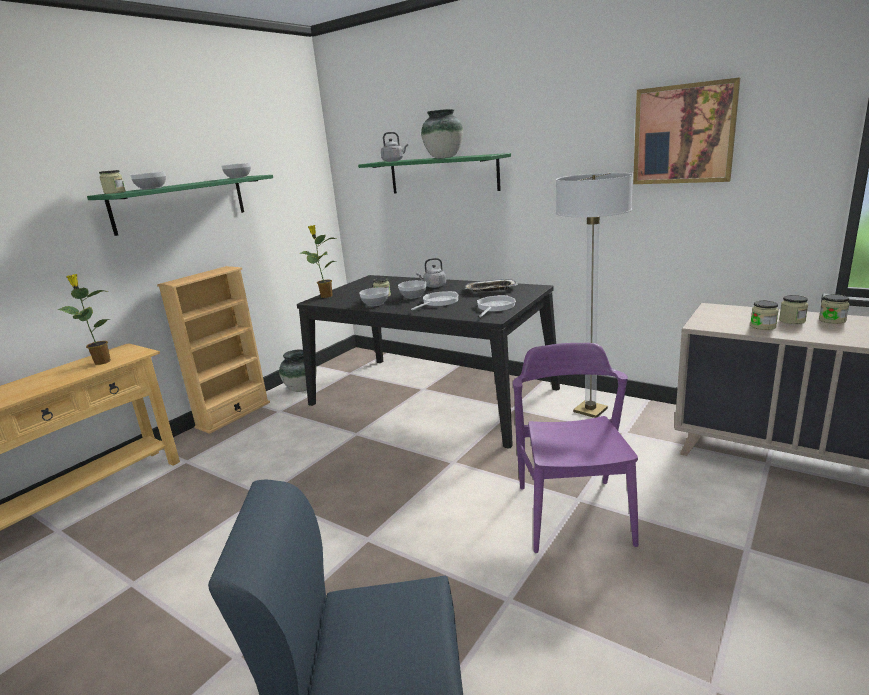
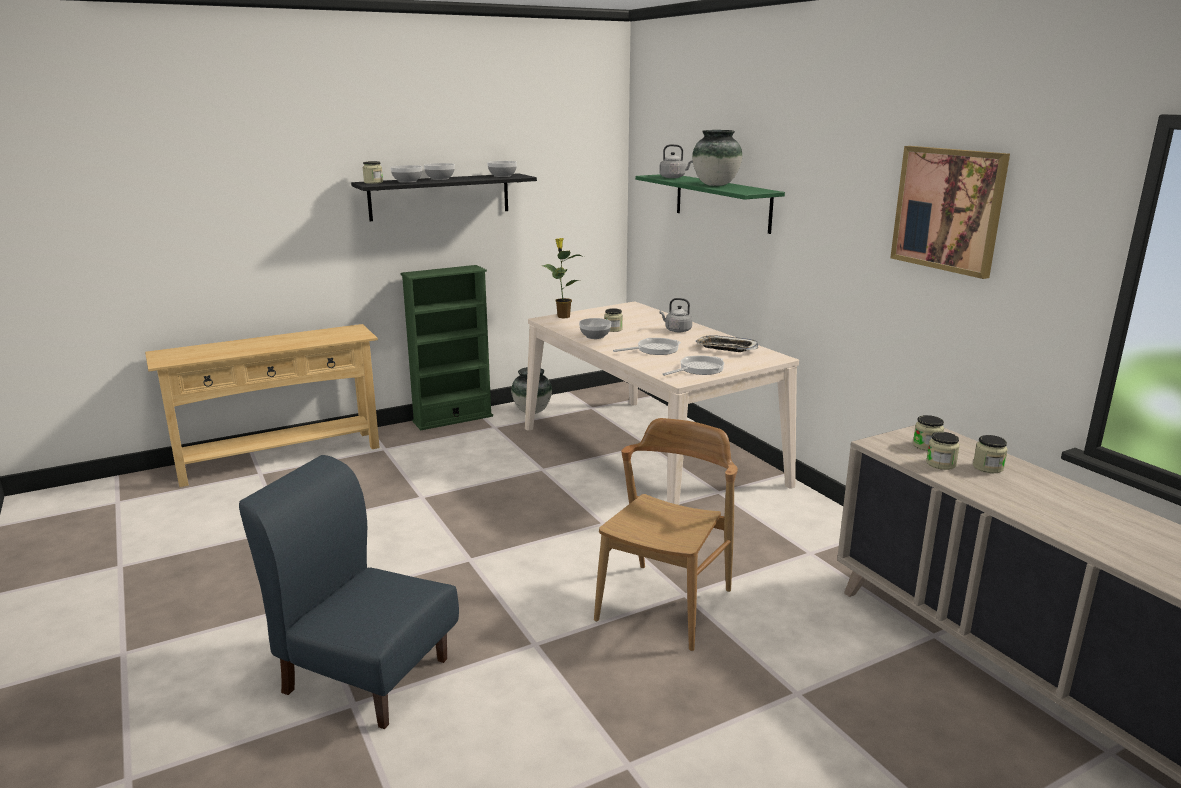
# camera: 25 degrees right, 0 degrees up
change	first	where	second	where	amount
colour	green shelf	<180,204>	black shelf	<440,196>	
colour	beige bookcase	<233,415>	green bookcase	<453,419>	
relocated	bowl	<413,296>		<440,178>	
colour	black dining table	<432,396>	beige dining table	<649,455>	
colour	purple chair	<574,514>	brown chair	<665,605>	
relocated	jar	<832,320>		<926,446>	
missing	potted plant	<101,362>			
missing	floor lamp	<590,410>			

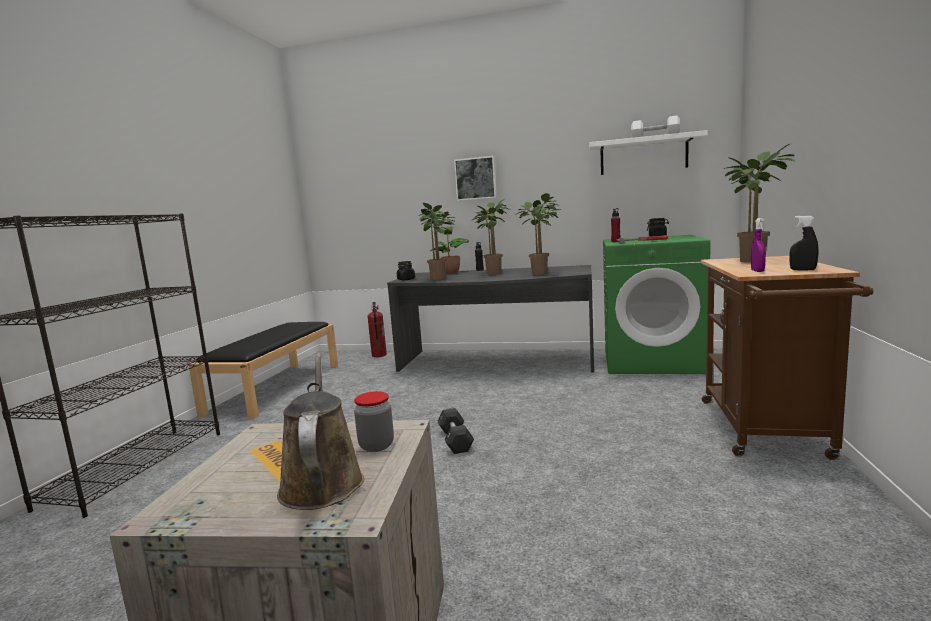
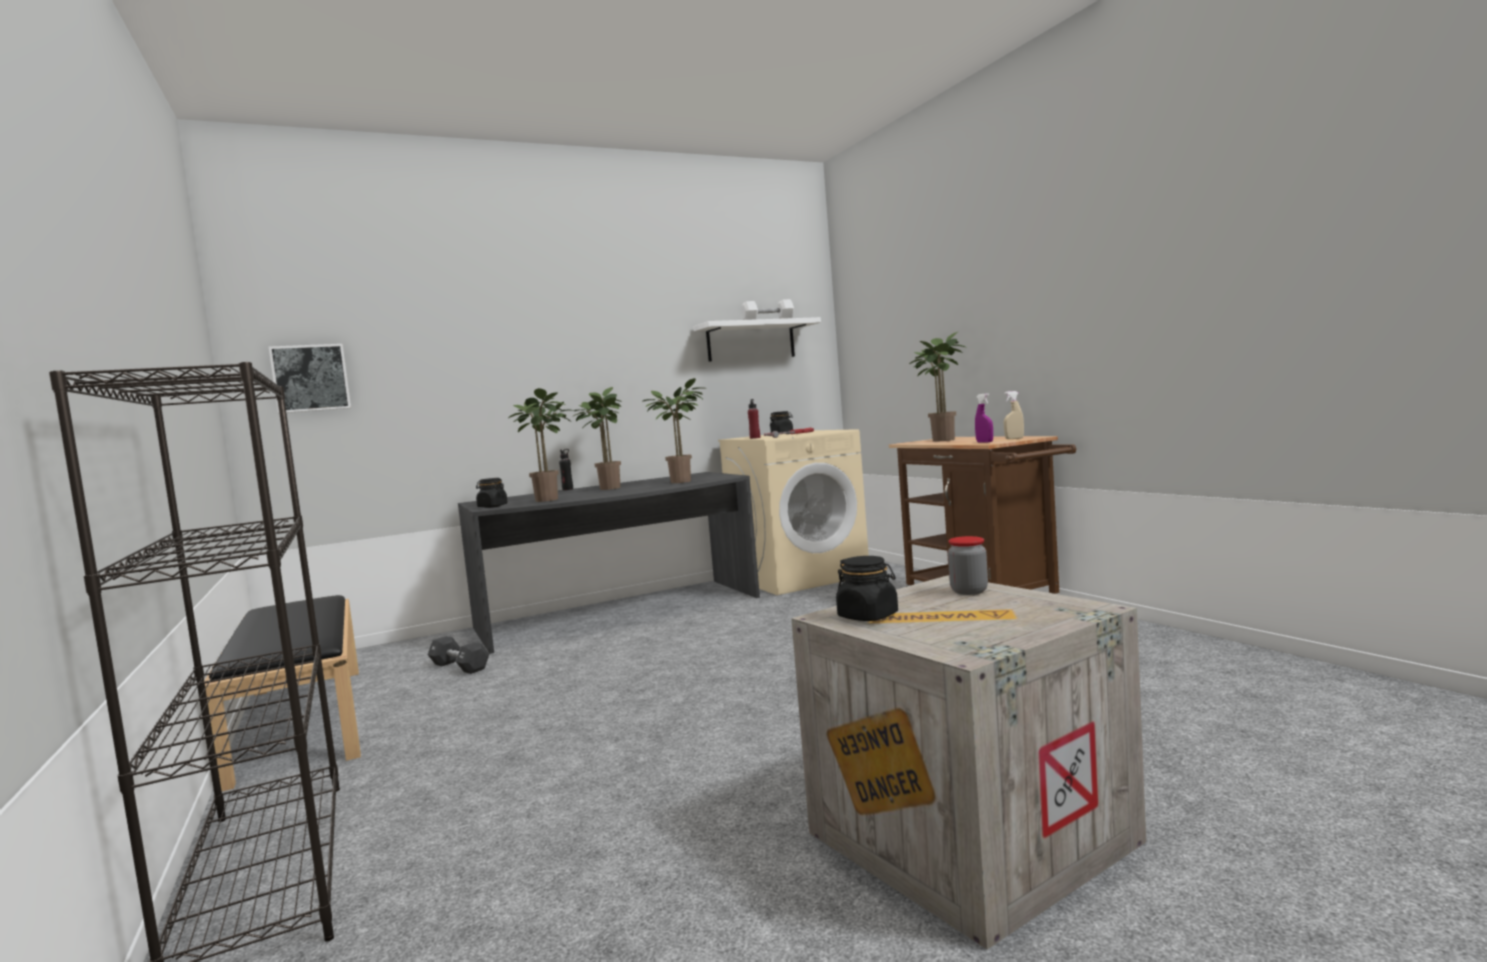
# camera: 40 degrees left, 5 degrees down
change	first	where	second	where	amount
relocated	picture	<475,178>		<311,378>	
relocated	black dumbbell	<455,440>		<459,667>	
colour	green washing machine	<652,361>	beige washing machine	<799,577>	
appeared			black jar	<868,616>	
colour	black spray bottle	<802,270>	beige spray bottle	<1014,438>	
missing	brown watering can	<322,482>			
missing	fire extinguisher	<378,355>			
missing	potted plant	<451,272>			

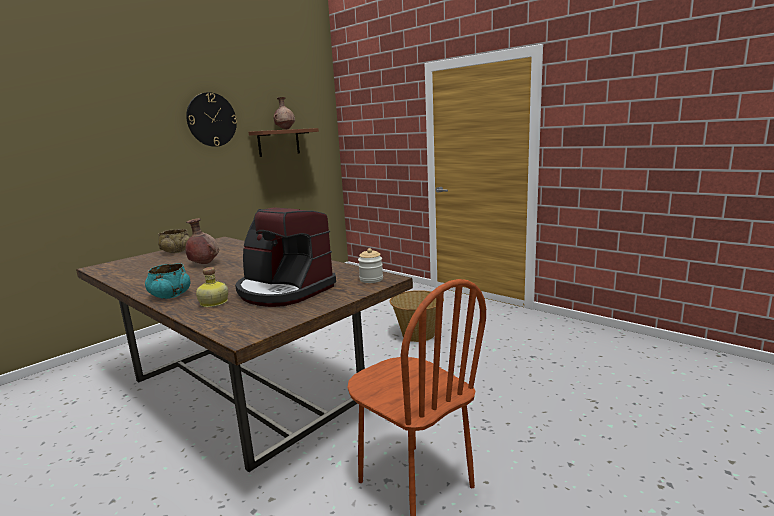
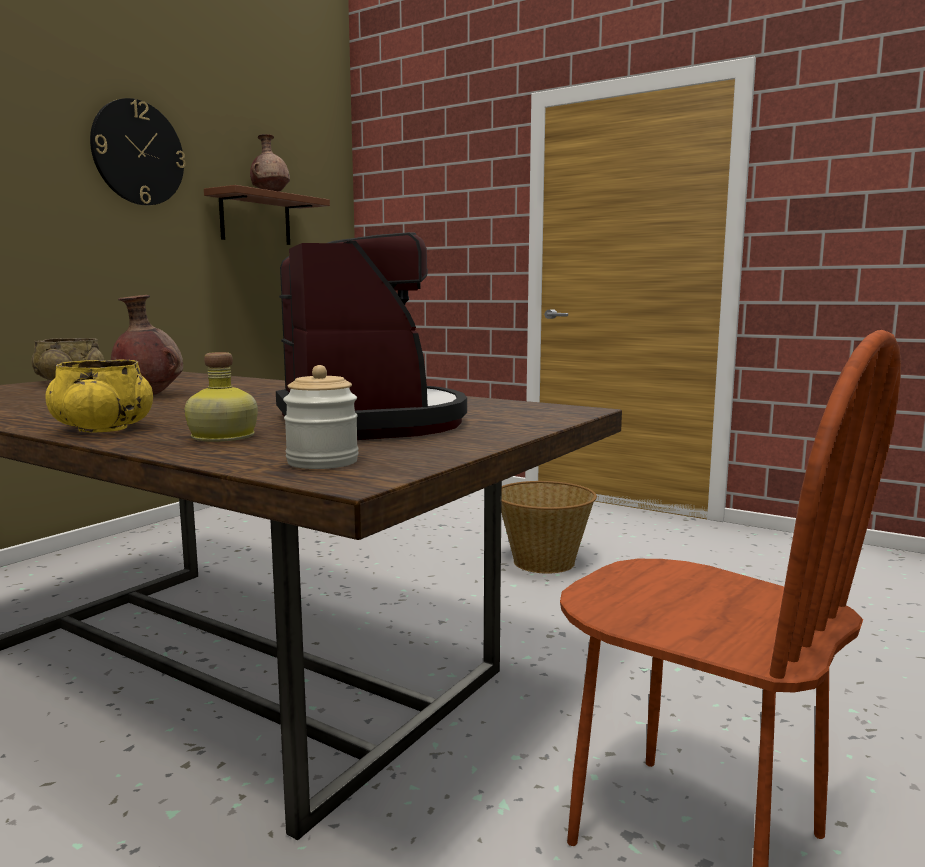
# camera: 10 degrees left, 5 degrees down
change	first	where	second	where	amount
colour	turquoise bowl	<170,295>	yellow bowl	<104,428>	
spun	coffee machine	<284,290>		<370,422>	135 degrees counterclockwise
relocated	jar	<371,279>		<322,462>	

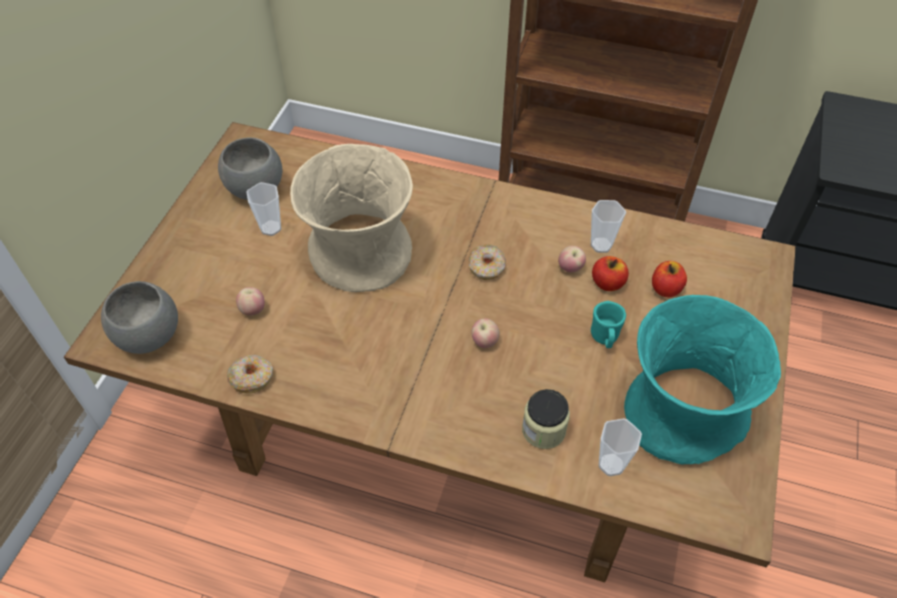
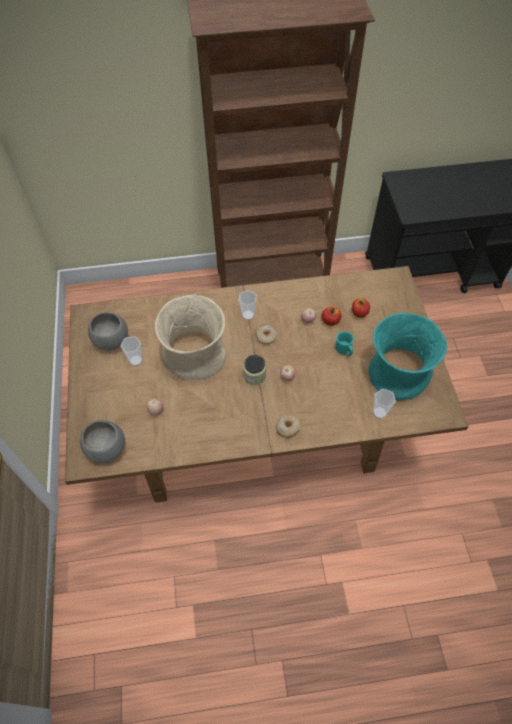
# camera: 25 degrees left, 5 degrees up
change	first	where	second	where	amount
relocated	cup	<601,245>		<248,315>	
relocated	jar	<543,430>		<254,376>	
relocated	donut	<252,378>		<288,428>	

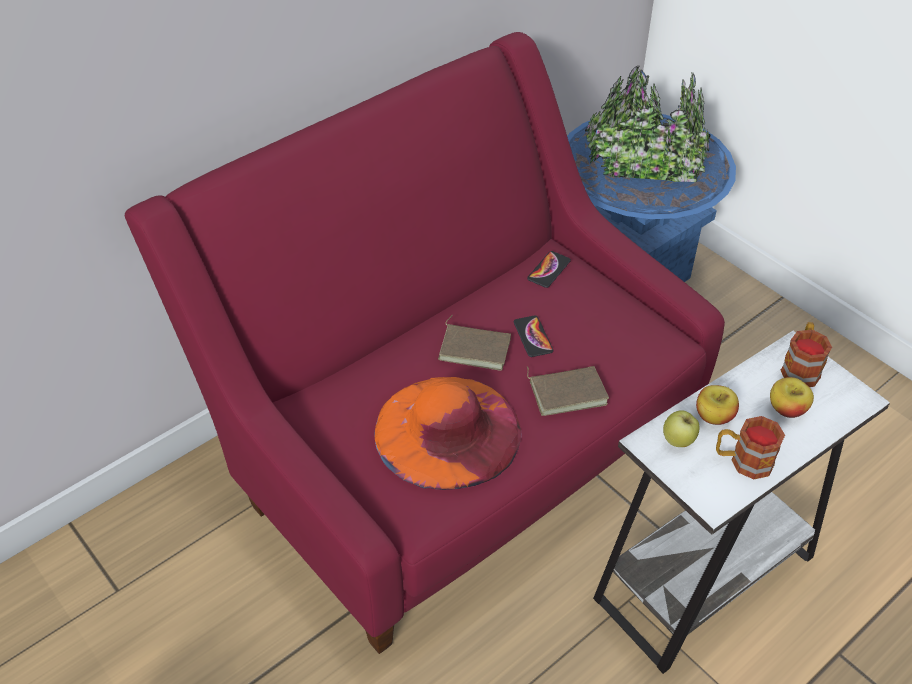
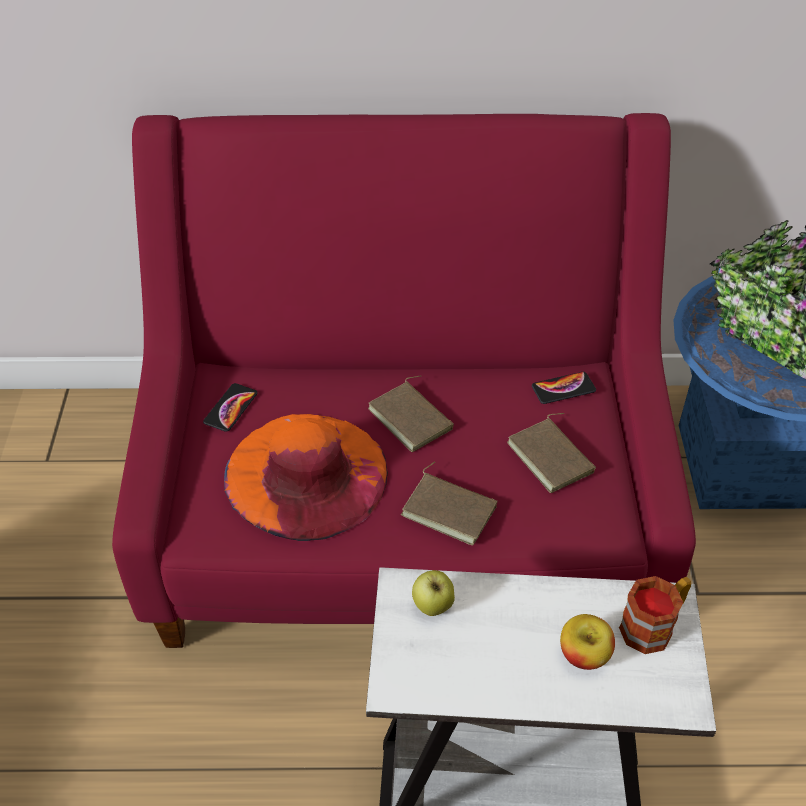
# camera: 40 degrees right, 0 degrees up
change	first	where	second	where	amount
relocated	phone	<533,337>		<231,408>	
appeared			brown book	<552,457>	
missing	apple	<713,416>			
missing	mug	<742,461>			

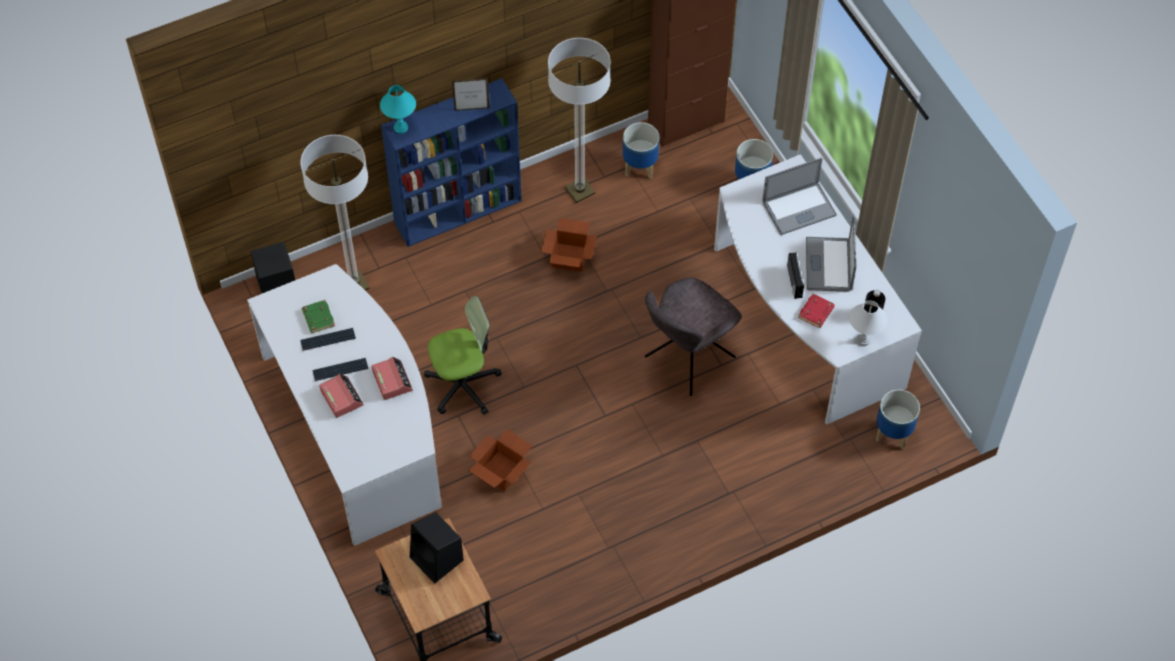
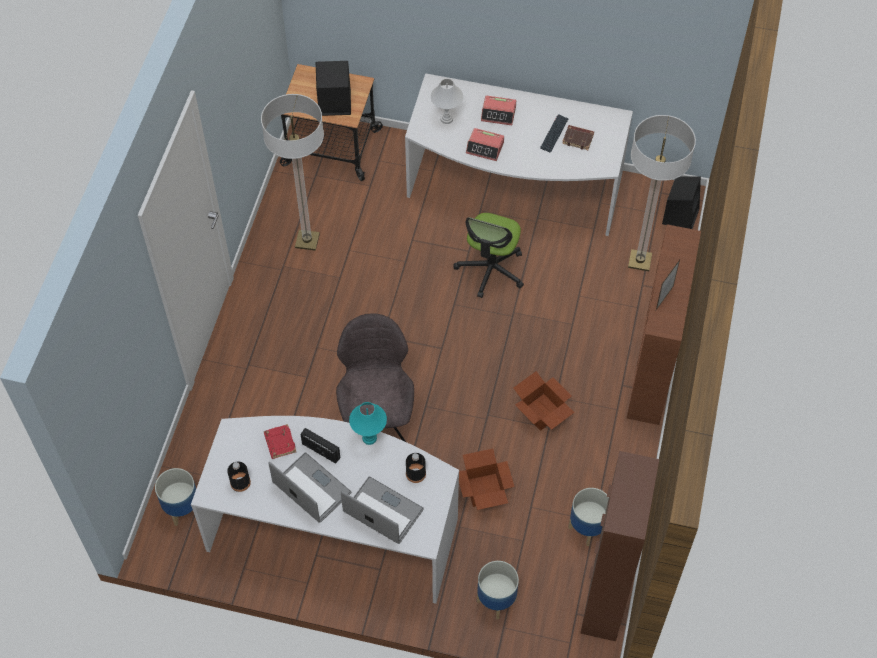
# camera: 130 degrees right, 0 degrees up
change	first	where	second	where	amount
relocated	floor lamp	<580,190>		<307,241>	
spun	laptop	<799,209>		<383,511>	105 degrees clockwise
relocated	turquoise table lamp	<401,127>		<369,438>	
appeared			black bottle	<415,473>	
relocated	white table lamp	<864,339>		<446,119>	
relocated	cardboard box	<502,471>		<484,491>	
colour	green book	<318,318>	brown book	<578,139>	
colour	blue bookcase	<459,211>	brown bookcase	<652,369>	
missing	keyboard	<340,370>			

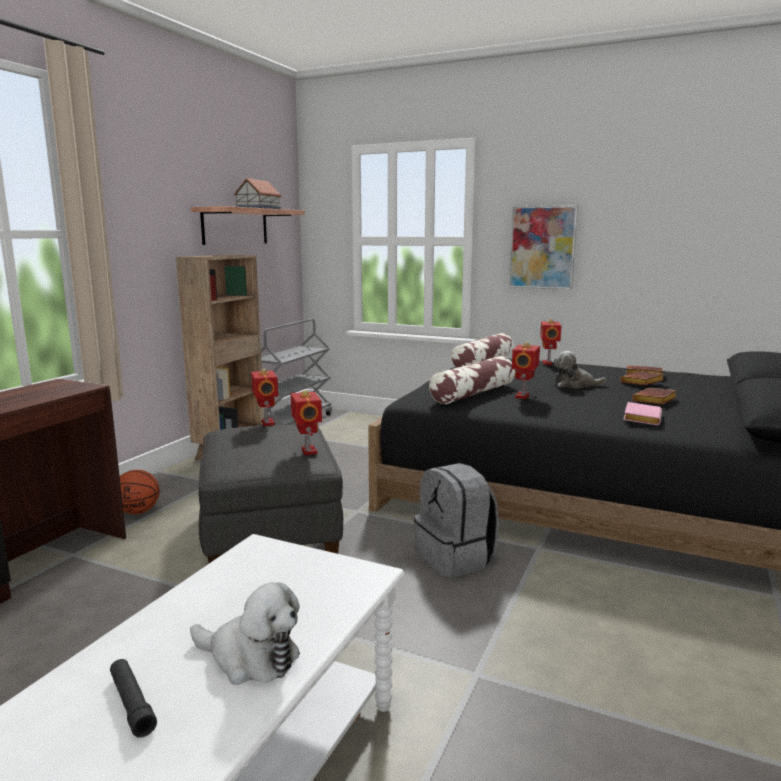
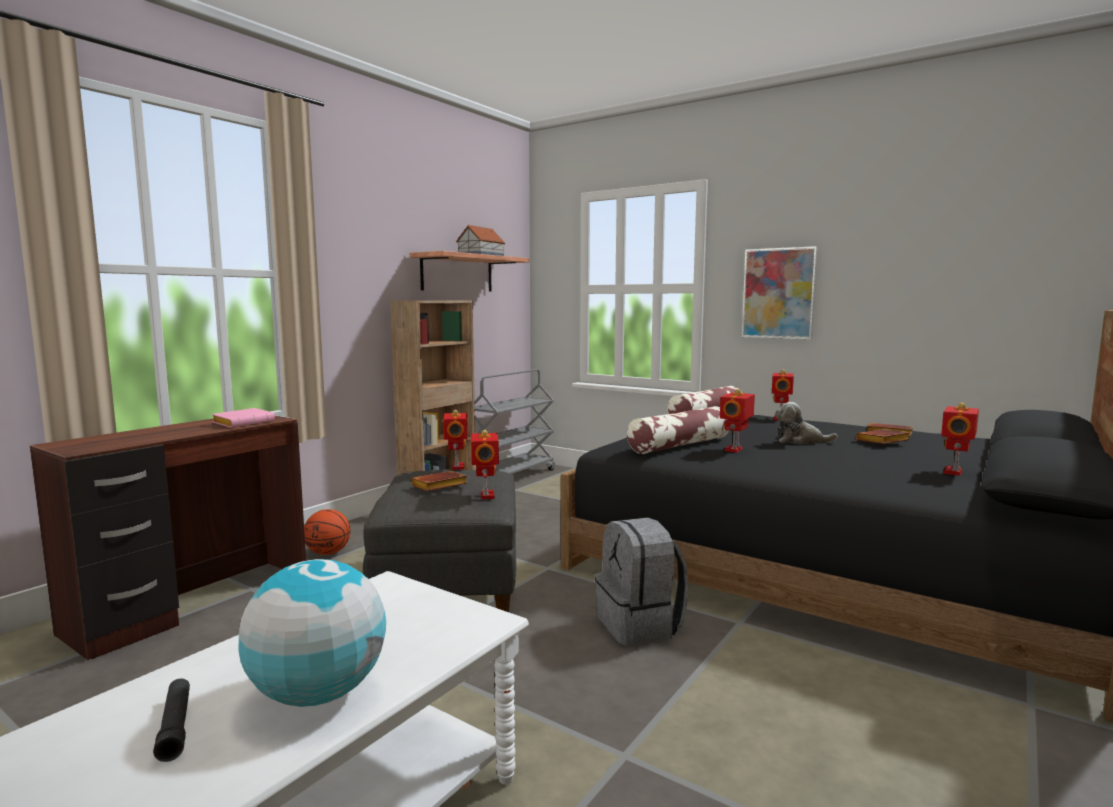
# camera: 10 degrees right, 5 degrees down
change	first	where	second	where	amount
relocated	pink book	<640,418>		<244,422>	
exchanged	plush toy	<250,658>	globe	<318,694>	
relocated	brown book	<655,401>		<439,486>	
appeared			toy robot	<954,472>	

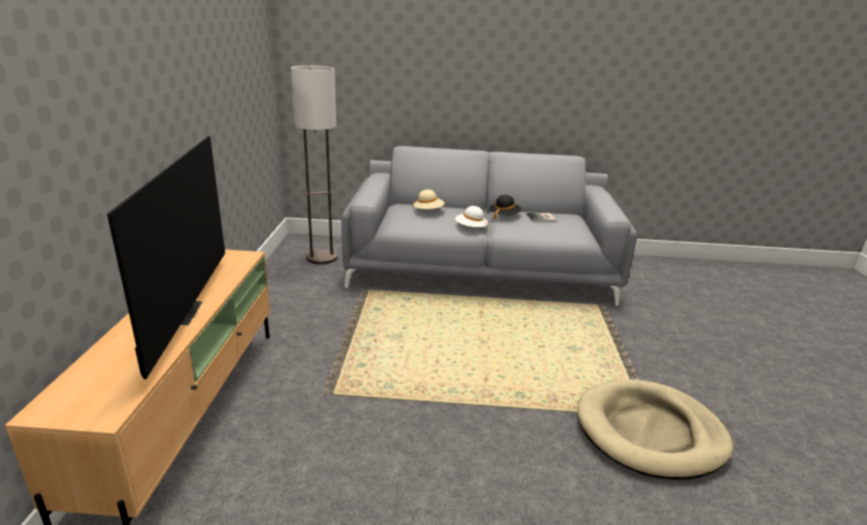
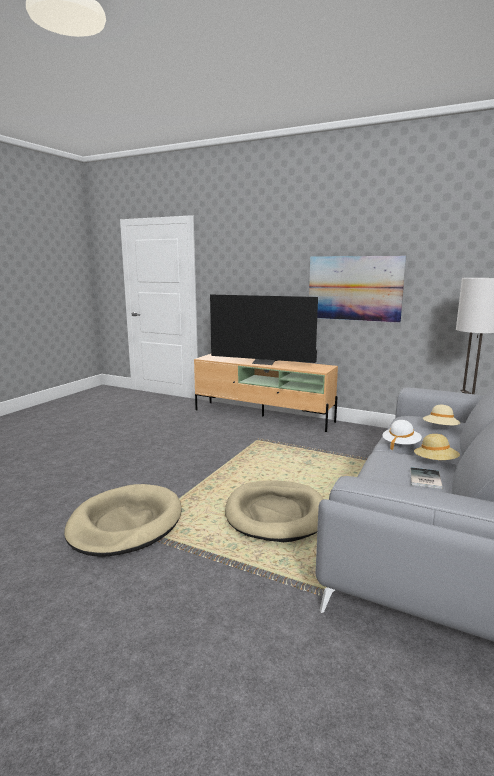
# camera: 115 degrees right, 10 degrees down
change	first	where	second	where	amount
appeared			beige dog bed	<276,514>	
appeared			picture	<354,288>	
colour	black hat	<504,216>	beige hat	<435,462>	

